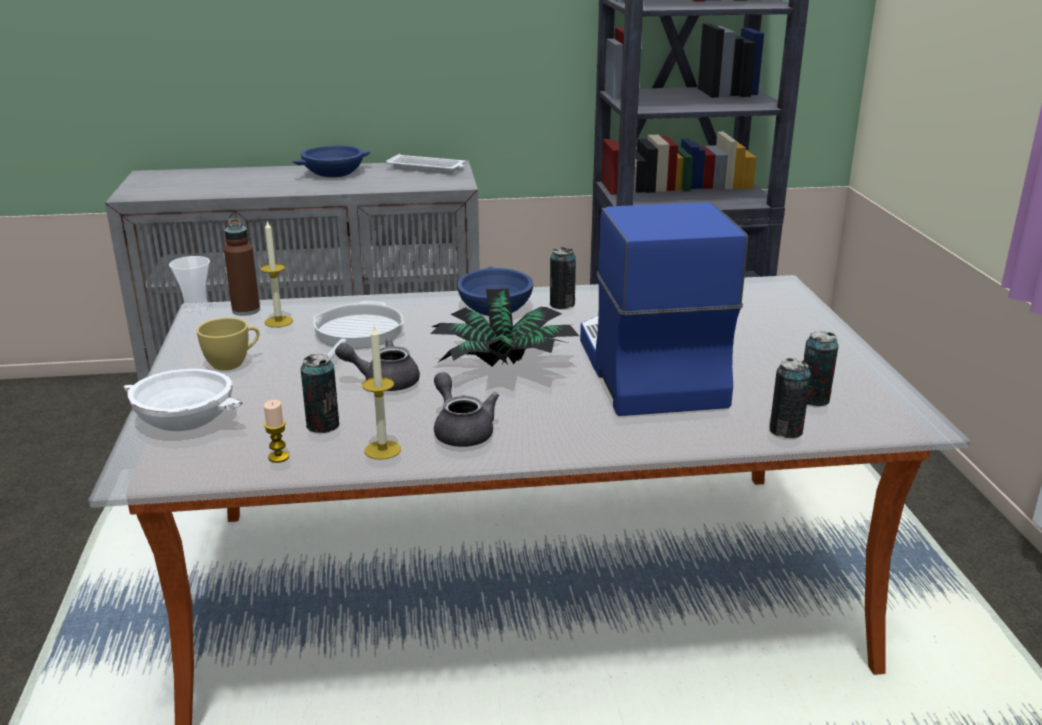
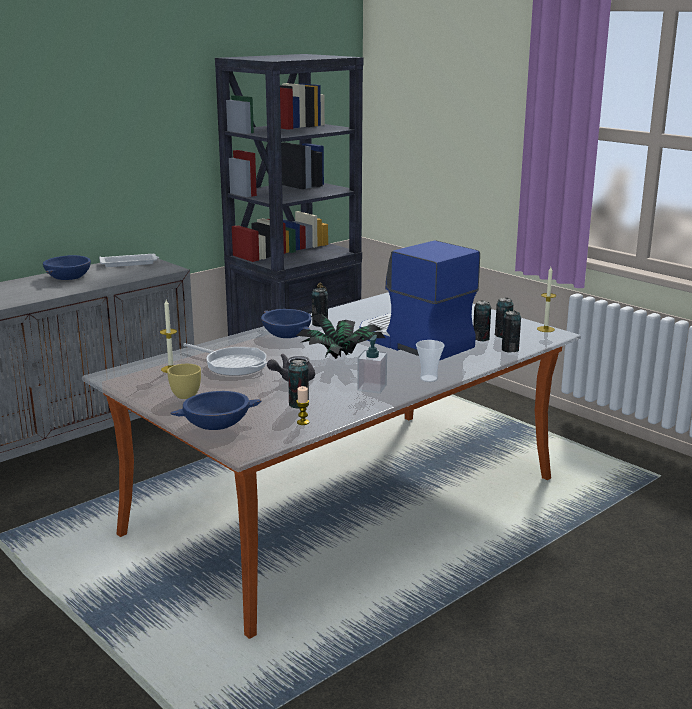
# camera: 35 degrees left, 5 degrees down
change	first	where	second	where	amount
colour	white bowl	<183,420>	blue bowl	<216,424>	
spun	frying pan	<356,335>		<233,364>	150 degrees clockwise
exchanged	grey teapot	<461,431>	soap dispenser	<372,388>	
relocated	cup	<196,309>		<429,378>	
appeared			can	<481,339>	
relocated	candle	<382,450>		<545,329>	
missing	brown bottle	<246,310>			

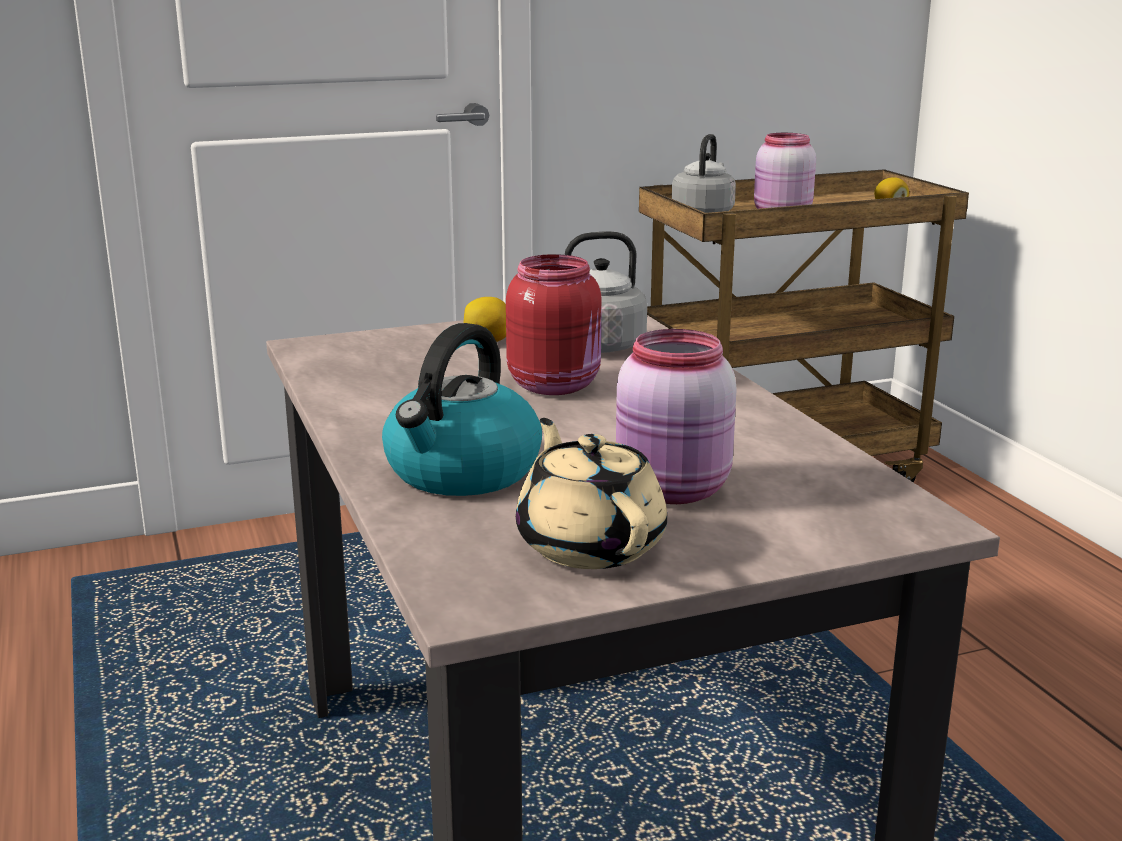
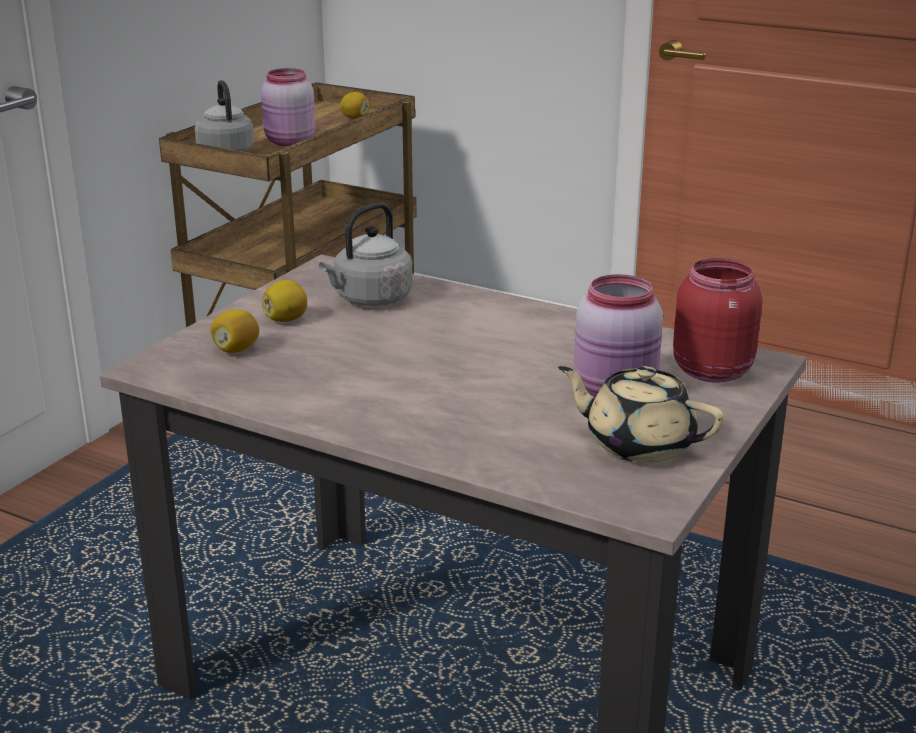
# camera: 40 degrees left, 5 degrees up
change	first	where	second	where	amount
appeared			lemon	<236,350>	
relocated	red jar	<556,385>		<712,370>	
missing	kettle	<462,472>			

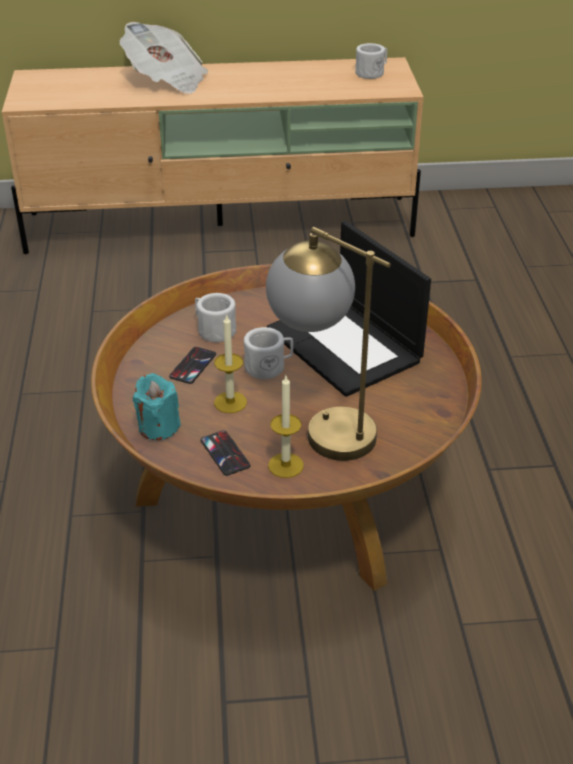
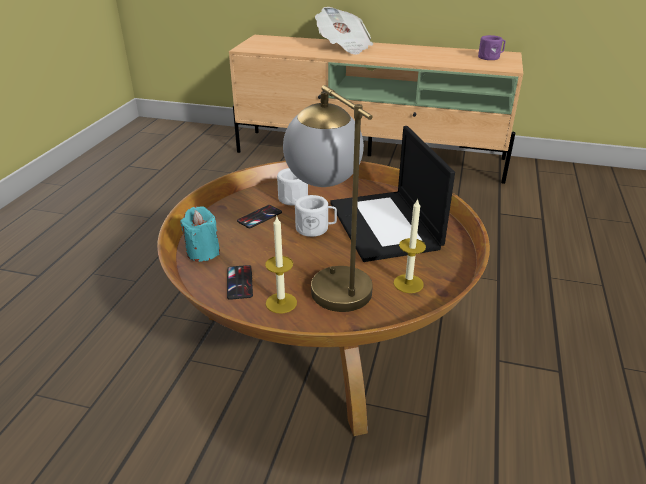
# camera: 20 degrees right, 5 degrees down
change	first	where	second	where	amount
relocated	candle	<230,402>		<408,283>	
colour	white mug	<372,73>	purple mug	<491,57>	

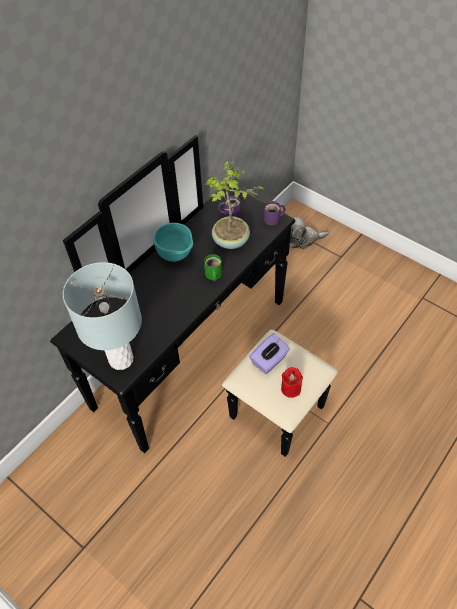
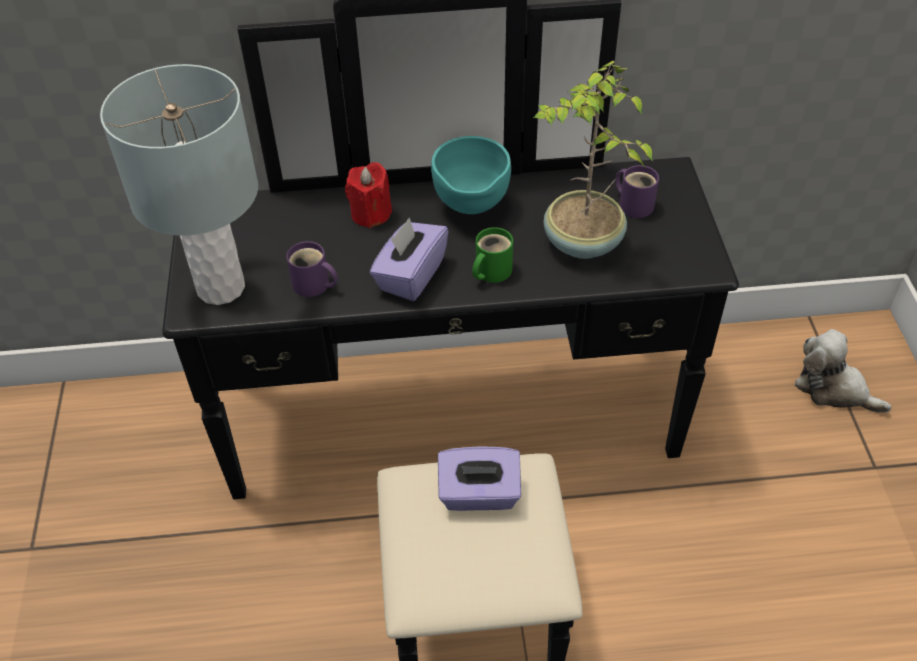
# camera: 45 degrees right, 5 degrees down
change	first	where	second	where	amount
relocated	purple mug	<273,219>		<313,286>	
relocated	red candle	<290,388>		<371,214>	
appeared			purple tissue box	<410,275>	

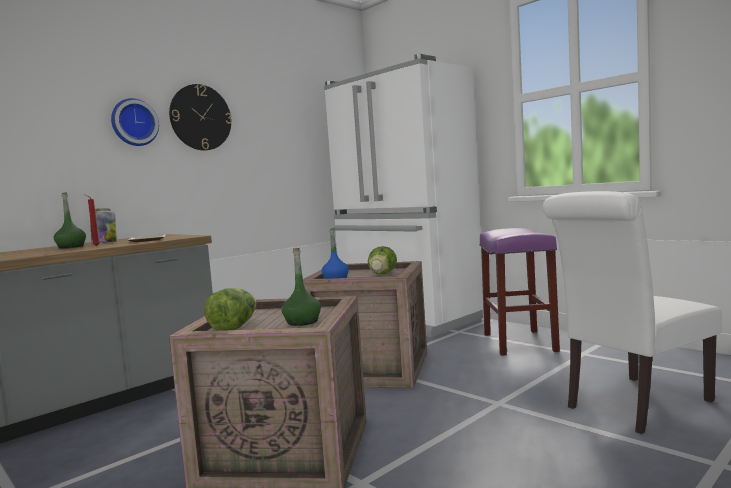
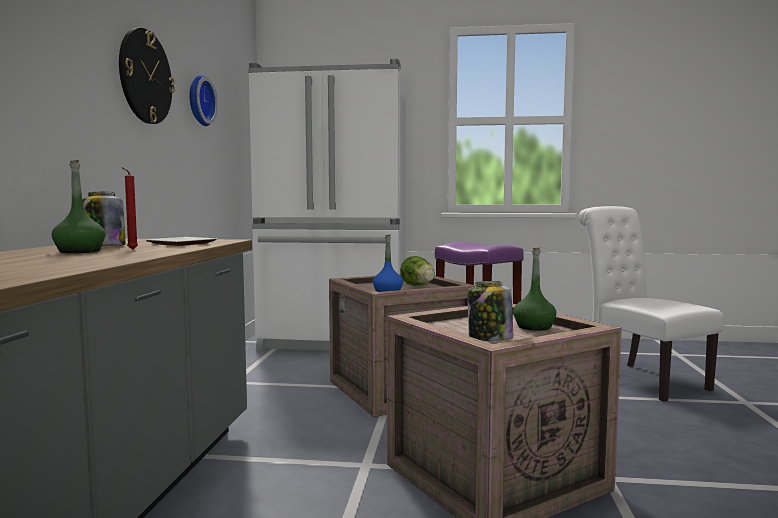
# camera: 40 degrees left, 0 degrees up
change	first	where	second	where	amount
relocated	wall clock	<134,122>		<199,100>	
exchanged	lettuce	<234,327>	jar	<489,339>	
spun	white chair	<632,405>		<640,379>	135 degrees clockwise

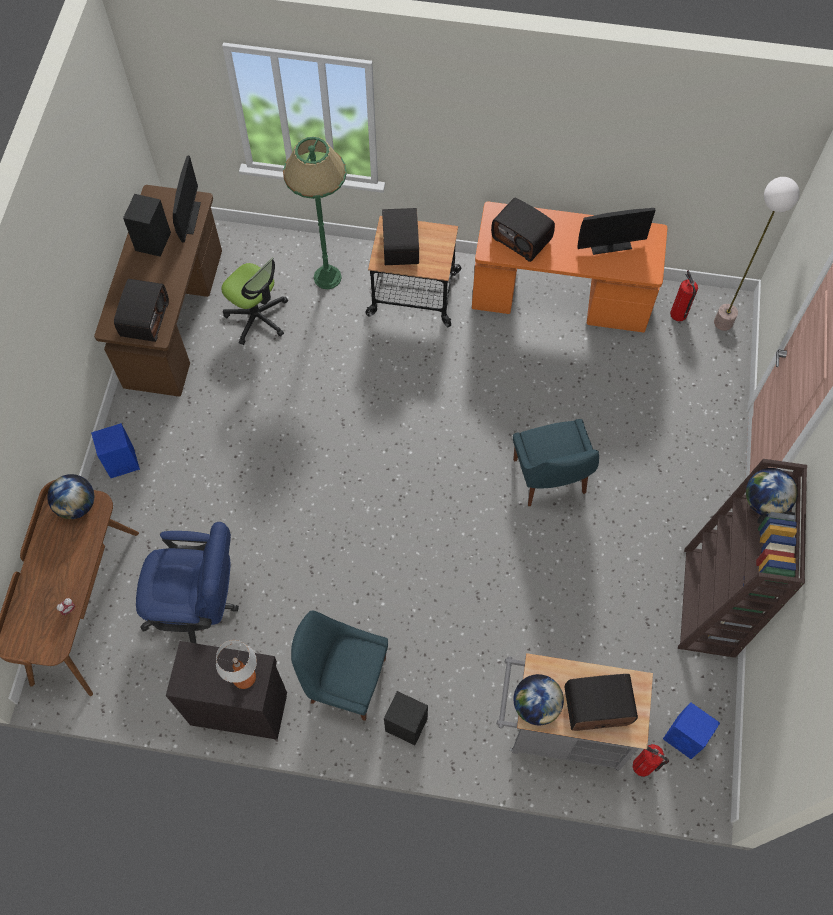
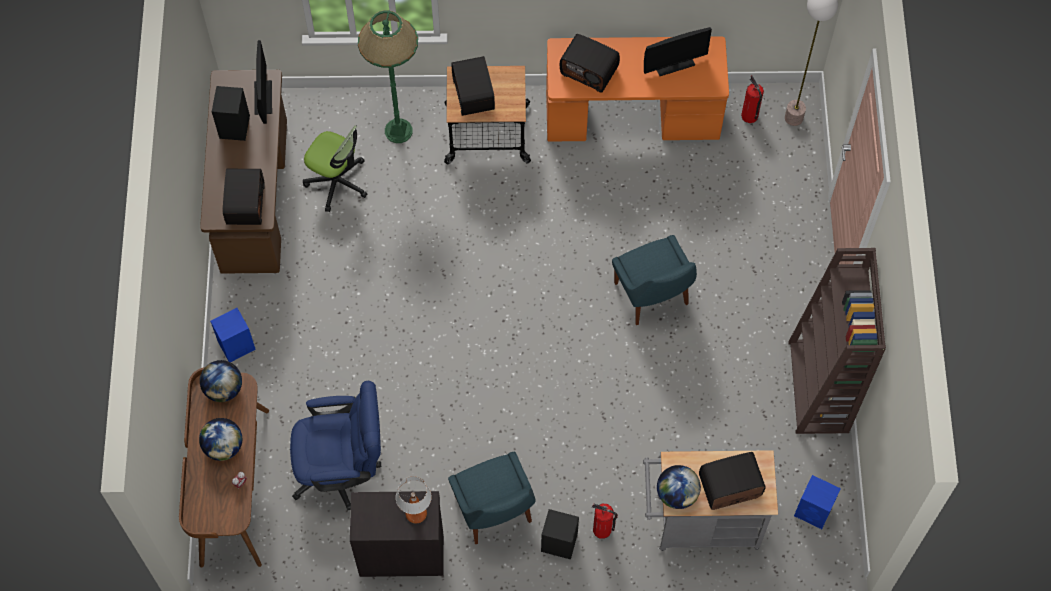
# camera: 10 degrees left, 0 degrees up
change	first	where	second	where	amount
relocated	globe	<764,502>		<223,446>	
spun	blue chair	<344,679>		<494,512>	120 degrees counterclockwise
relocated	fire extinguisher	<643,766>		<602,529>	

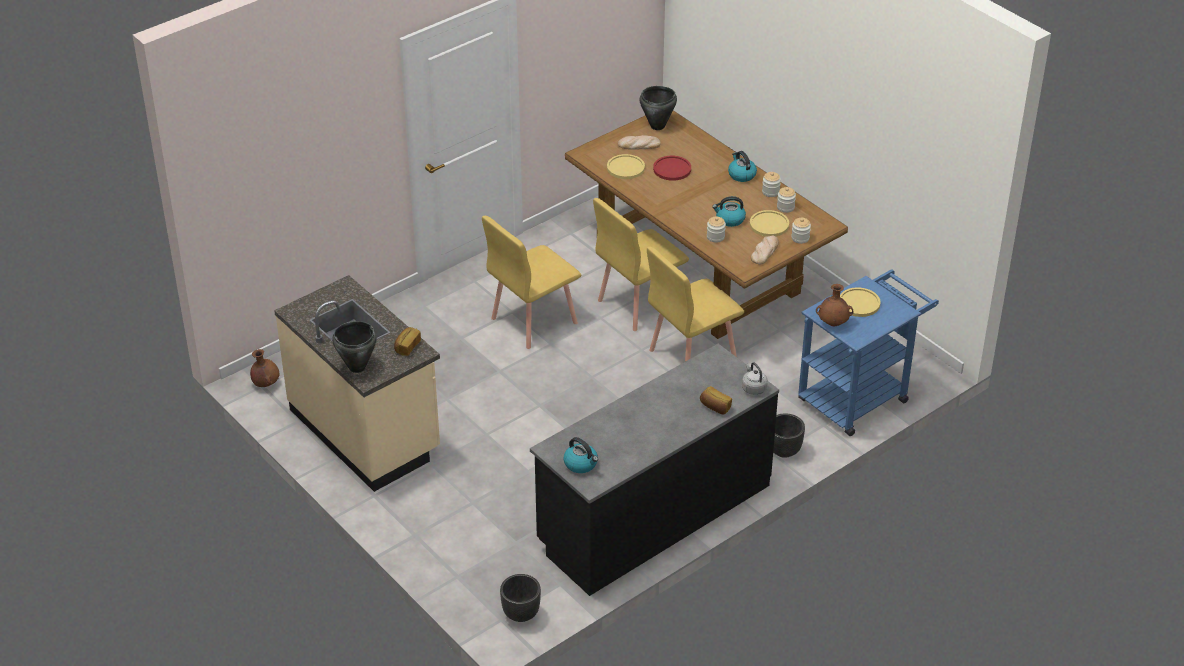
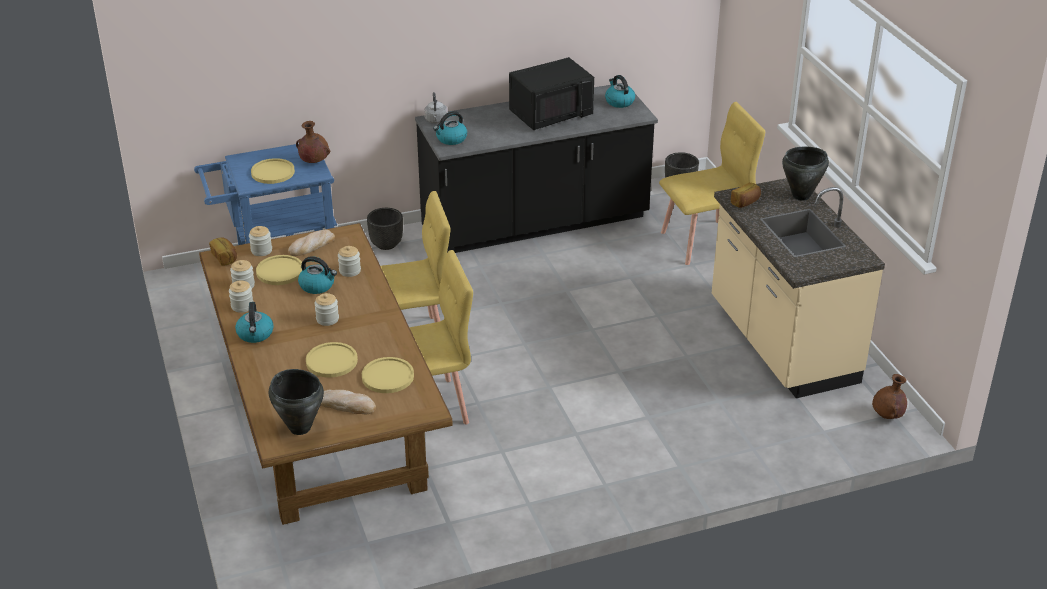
# camera: 160 degrees left, 5 degrees down
change	first	where	second	where	amount
relocated	bread	<715,407>		<225,258>	
colour	red plate	<672,169>	yellow plate	<331,361>	
appeared			jar	<327,319>	
appeared			kettle	<451,139>	
appeared			black microwave	<550,113>	
relocated	yellow chair	<533,320>		<704,242>	

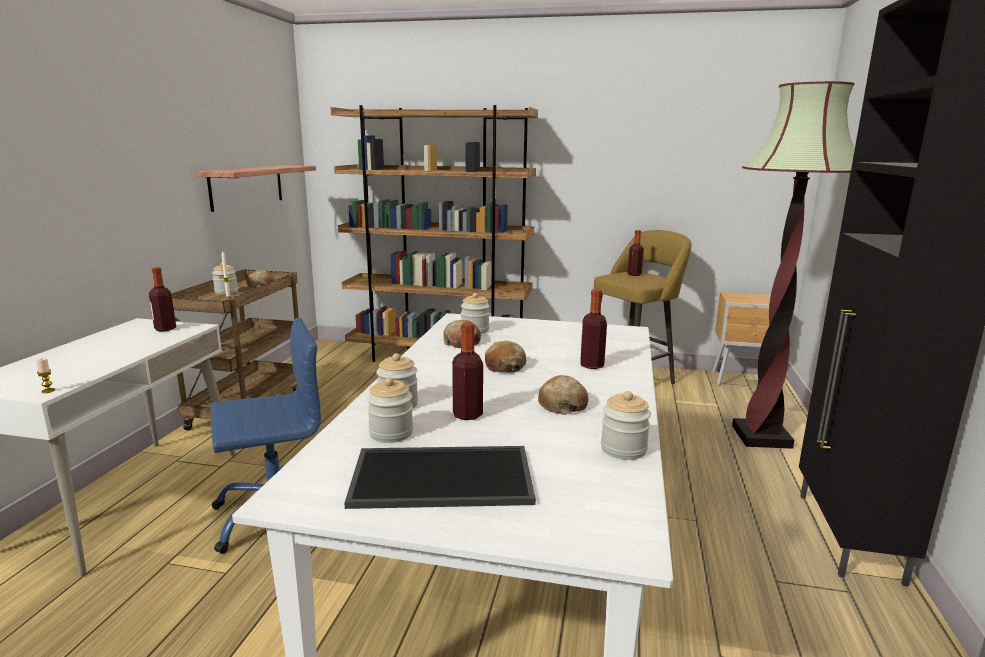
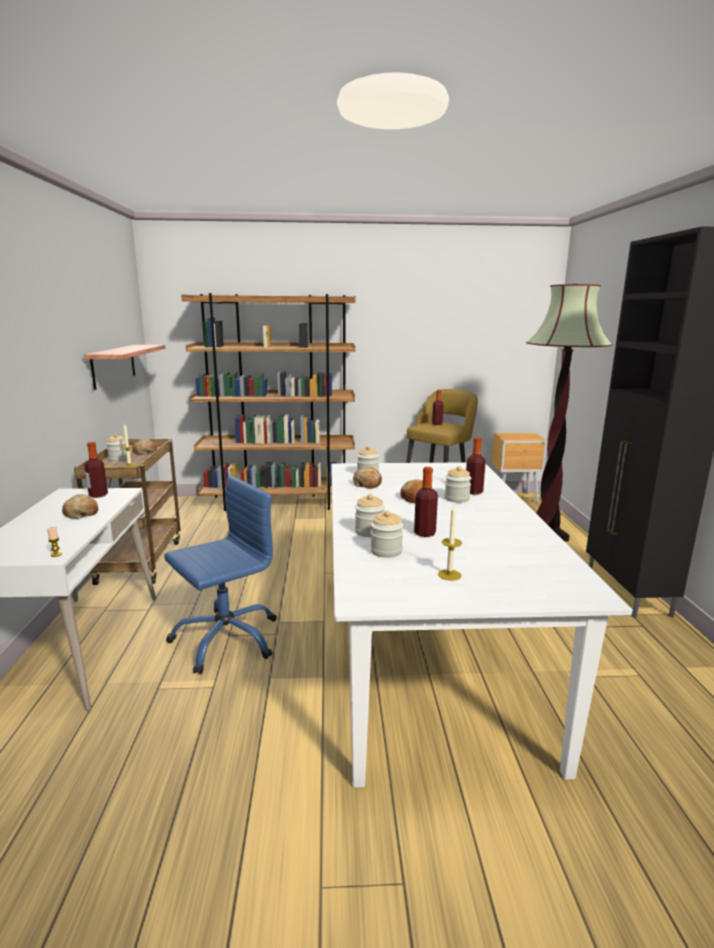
# camera: 15 degrees left, 0 degrees up
change	first	where	second	where	amount
relocated	bread	<562,405>		<81,513>	
exchanged	tray	<440,479>	candle	<449,575>	
relocated	jar	<623,449>		<457,498>	

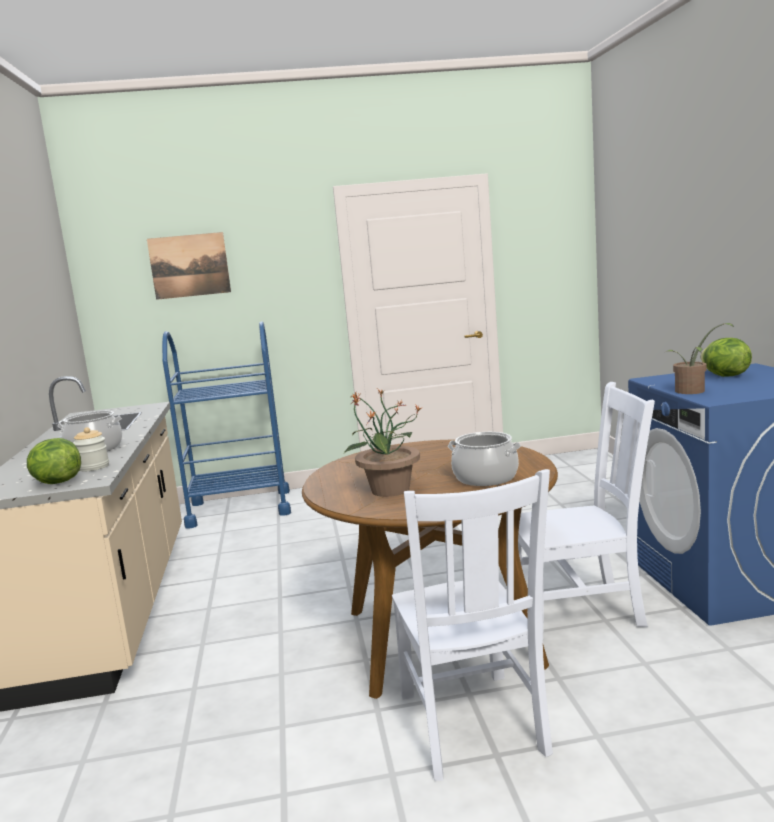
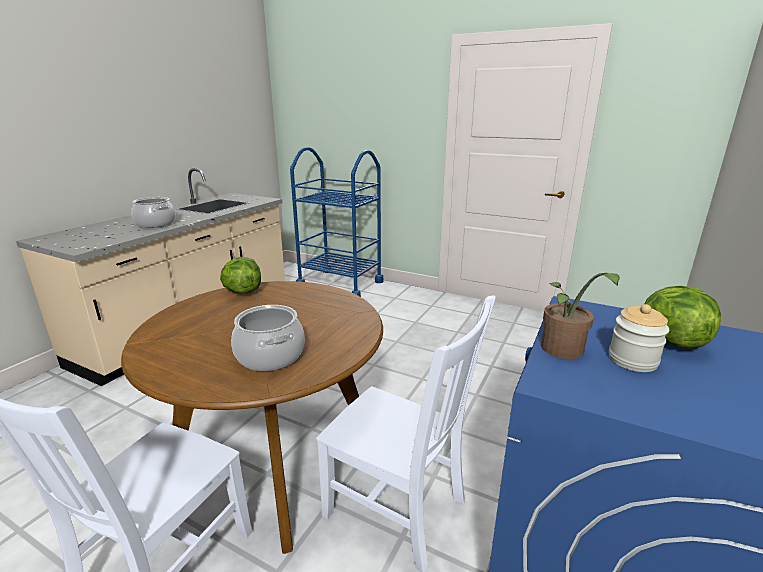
# camera: 35 degrees right, 10 degrees up
change	first	where	second	where	amount
relocated	lettuce	<56,482>		<243,291>	
relocated	jar	<93,467>		<632,360>	
missing	picture	<189,265>			
missing	potted plant	<389,490>			

